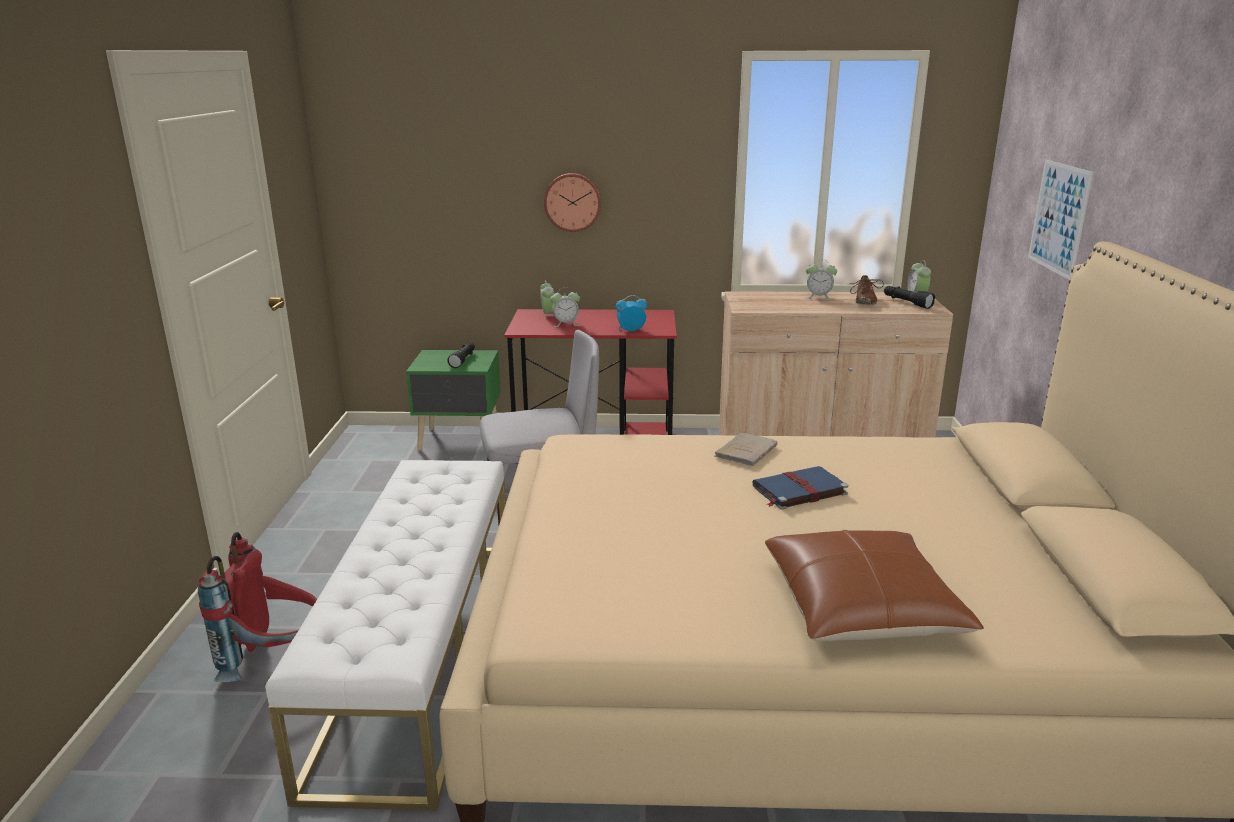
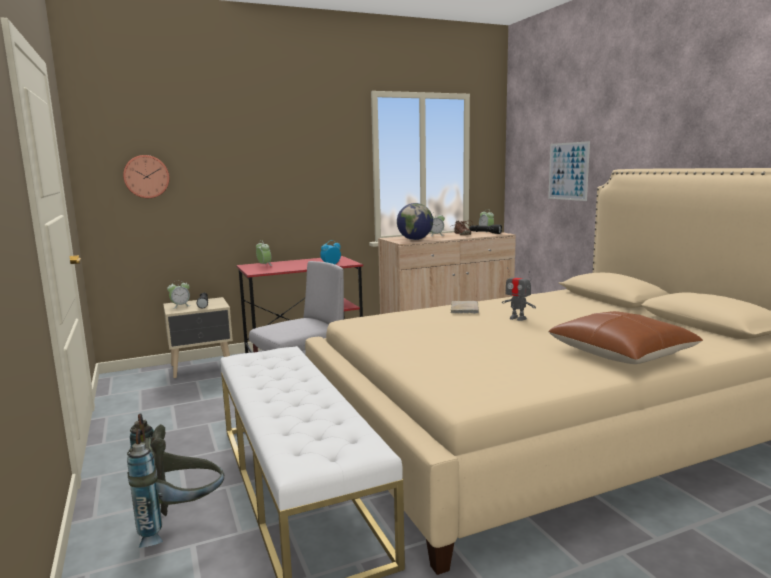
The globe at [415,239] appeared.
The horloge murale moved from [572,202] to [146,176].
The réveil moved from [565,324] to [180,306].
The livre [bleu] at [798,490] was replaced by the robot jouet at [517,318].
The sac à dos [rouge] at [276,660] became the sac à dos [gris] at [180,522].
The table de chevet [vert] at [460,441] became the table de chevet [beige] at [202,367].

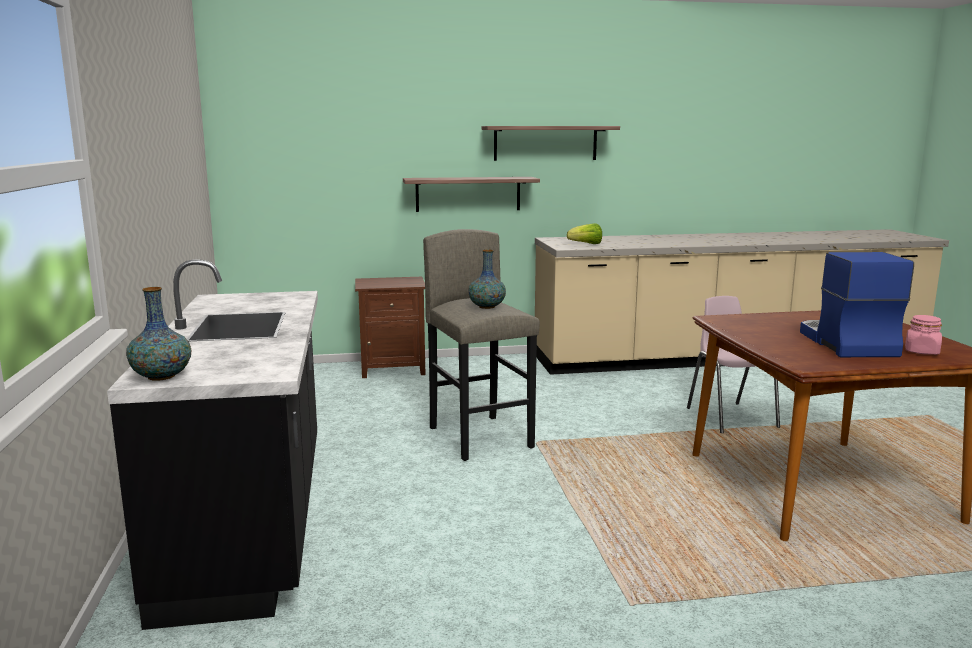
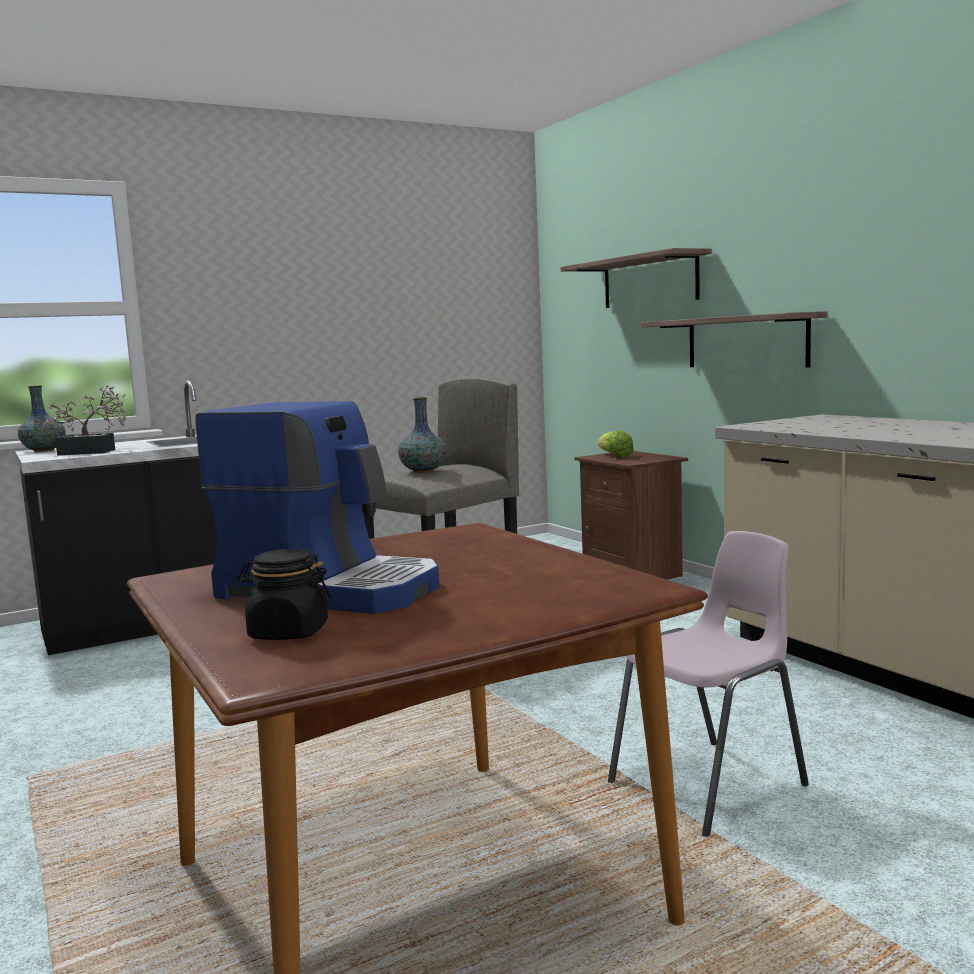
The plante en pot at [93,452] appeared.
The étagère moved from [545,143] to [649,281].
The laitue moved from [586,244] to [614,456].
The bocal [rose] at [921,352] became the bocal [noir] at [288,632].
The machine à café at [845,343] turned 45 degrees clockwise.

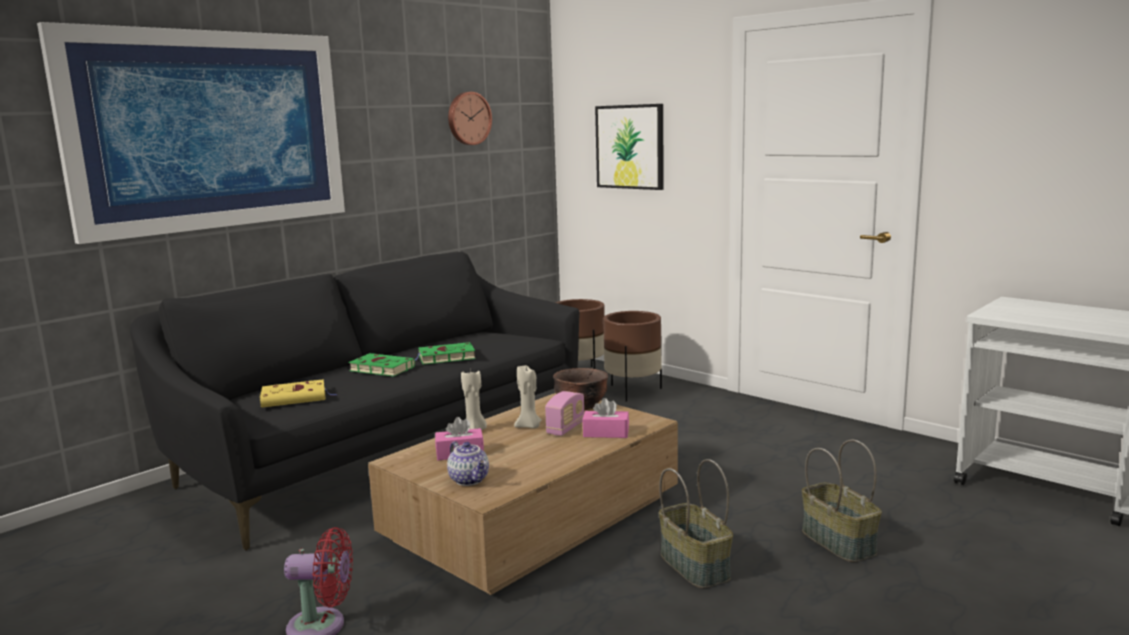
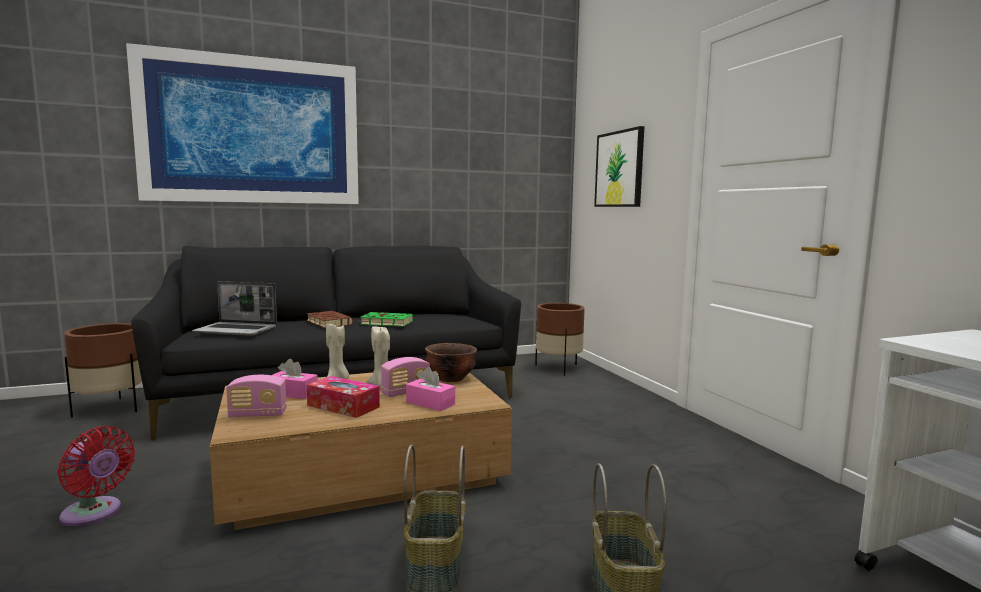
The horloge murale at [468,118] disappeared.
The boîte à mouchoirs at [343,406] appeared.
The cache-pot [marron] moved from [633,391] to [109,409].
The livre [jaune] at [296,398] was replaced by the ordinateur portable at [237,330].
The théière at [470,480] was replaced by the radio at [258,415].
The livre [vert] at [380,369] became the livre [marron] at [328,322].

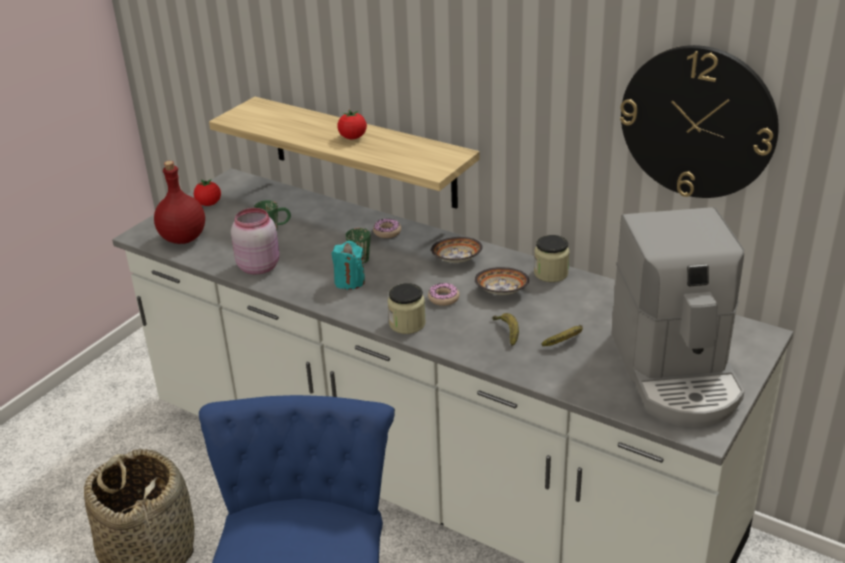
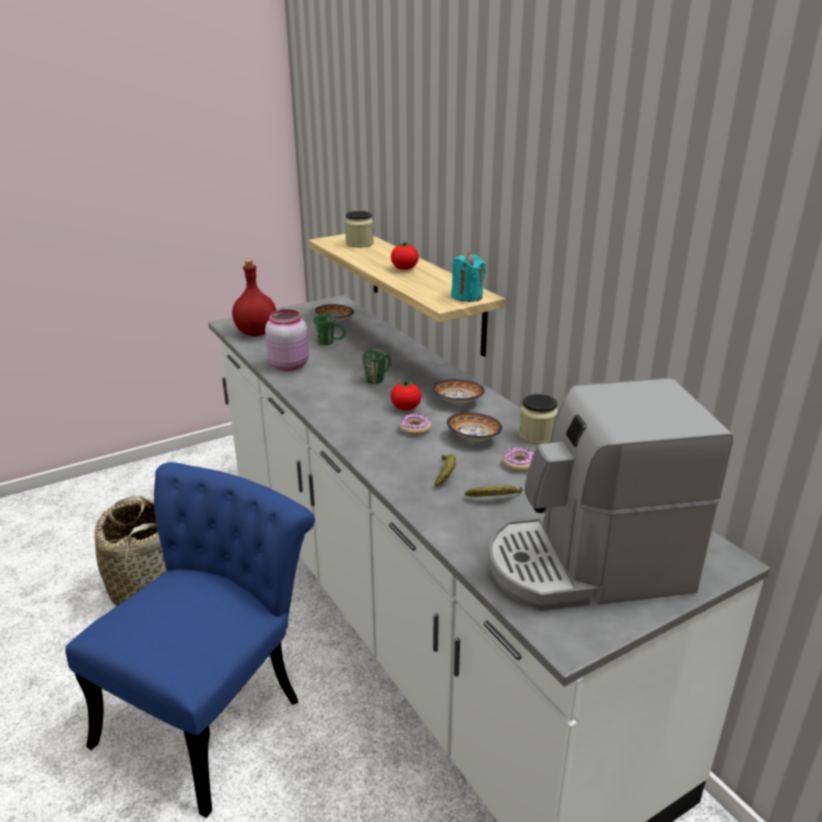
The horloge murale at [698,122] disappeared.
The bol at [335,322] appeared.
The tomate moved from [209,204] to [406,408].
The bougie [turquoise] moved from [349,281] to [467,297].
The beignet moved from [387,232] to [519,464].
The bocal moved from [407,324] to [359,243].
The machine à café at [676,373] turned 60 degrees clockwise.

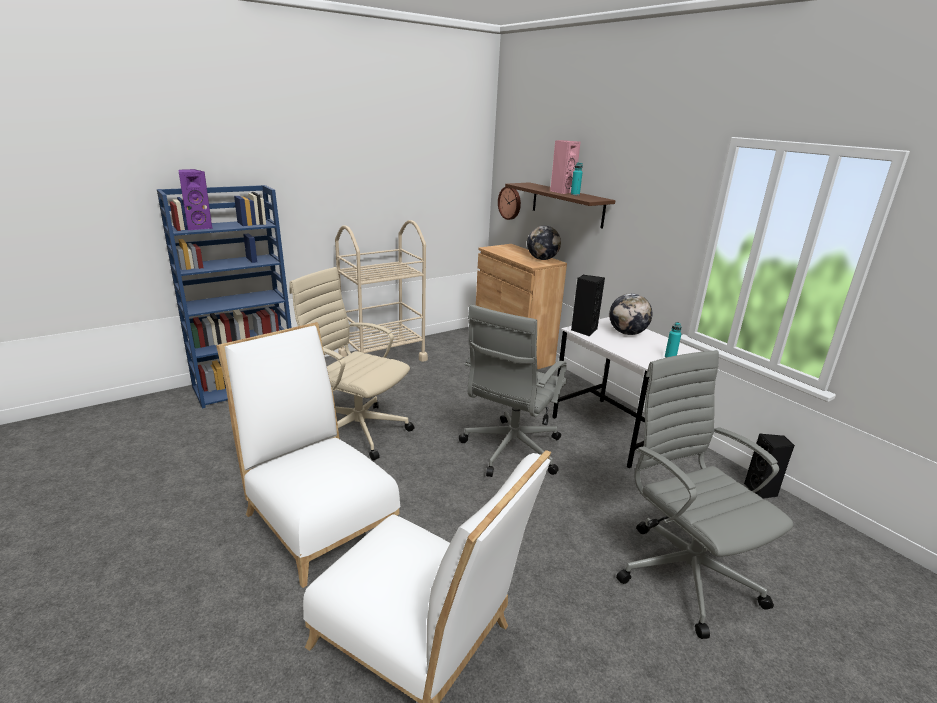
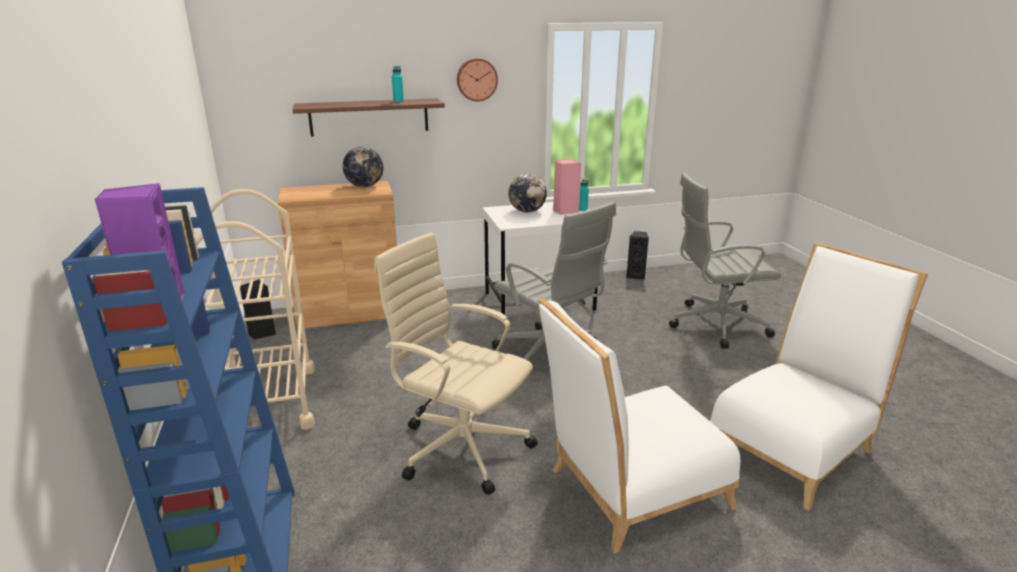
The horloge murale moved from [510,203] to [476,79].
The enceinte [rose] moved from [561,192] to [565,211].
The enceinte [noir] moved from [583,330] to [261,333].
The chaise de bureau [beige] at [356,430] turned 75 degrees clockwise.

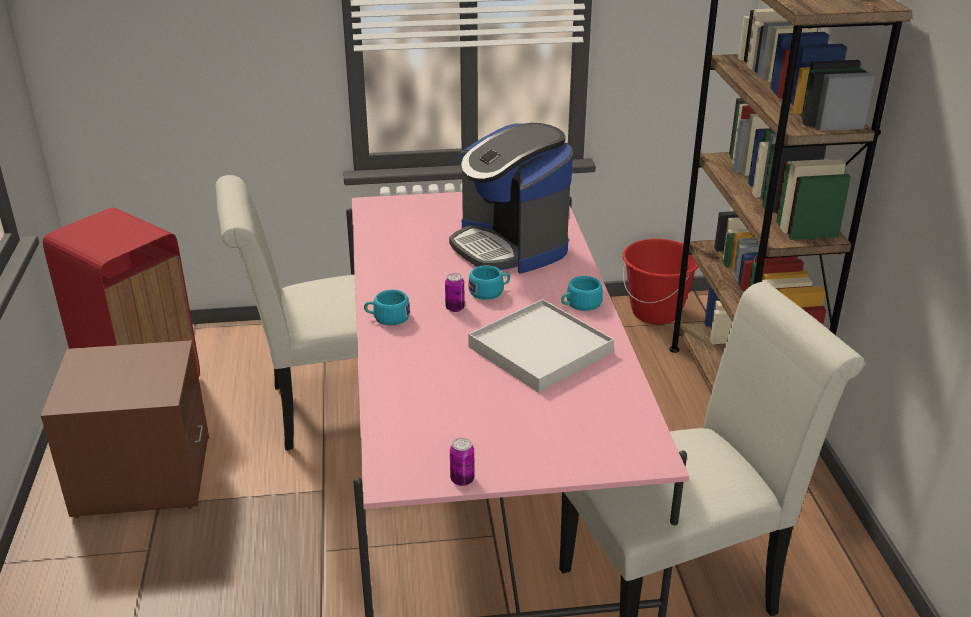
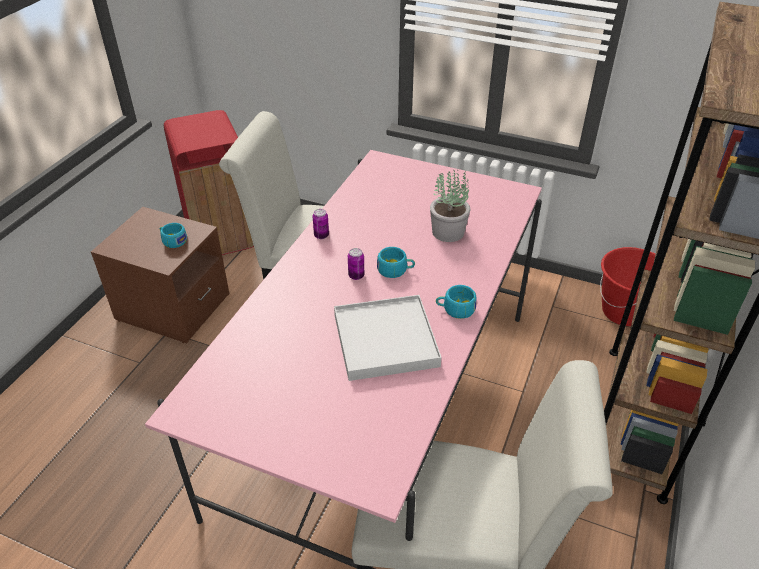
The tasse [turquoise] moved from [387,317] to [173,240].
The boîte métallique moved from [462,479] to [321,235].
The machine à café at [510,246] was replaced by the plante en pot at [448,232].

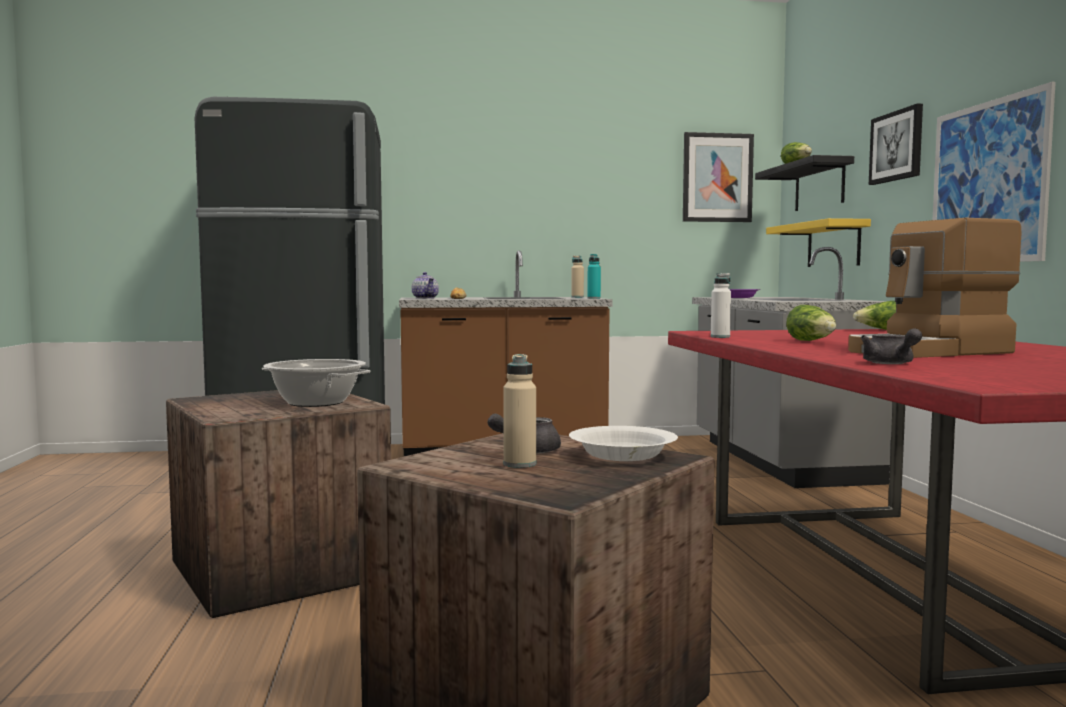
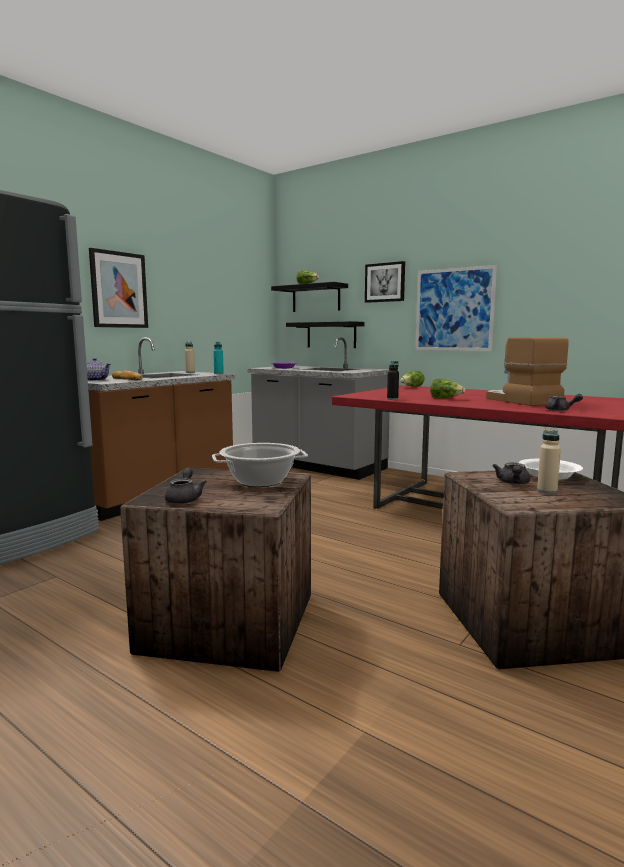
The théière [gris] at [184,499] appeared.
The tableau moved from [717,178] to [119,290].
The bouteille [blanc] at [720,337] became the bouteille [noir] at [392,399].
The étagère [jaune] at [833,245] became the étagère [noir] at [331,335].
The machine à café at [929,352] turned 135 degrees clockwise.

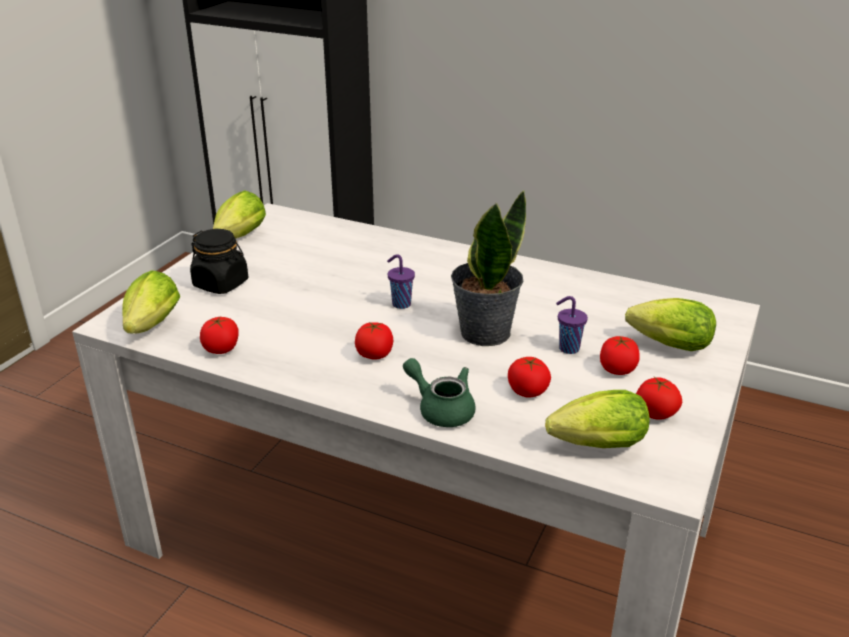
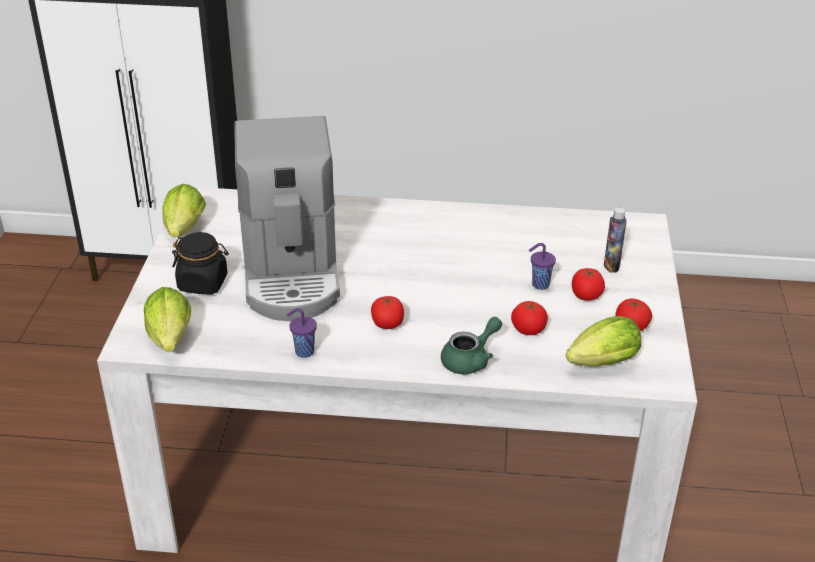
The tomate at [221,349] disappeared.
The plante en pot at [484,332] disappeared.
The machine à café at [291,273] appeared.
The tasse [violet] moved from [400,304] to [303,352].
The laitue at [665,344] was replaced by the bouteille at [611,265].
The théière [vert] at [441,409] turned 120 degrees clockwise.

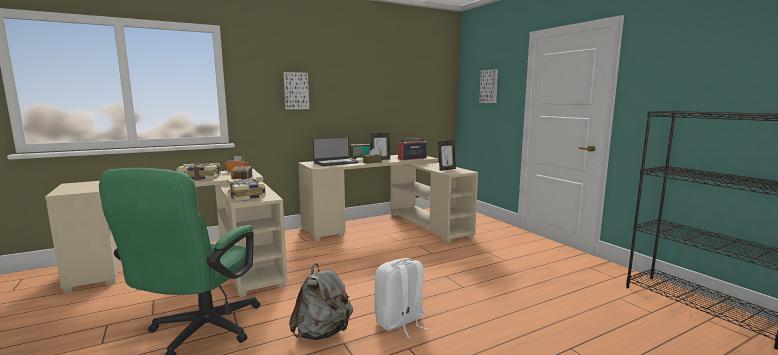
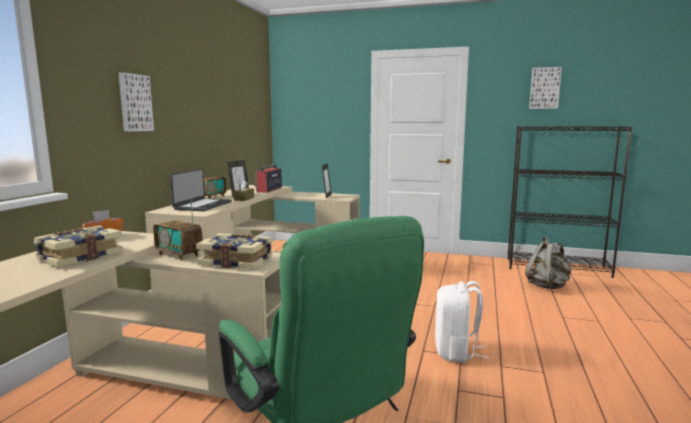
The sac à dos [gris] moved from [322,333] to [547,286].
The tableau moved from [489,86] to [544,88].

